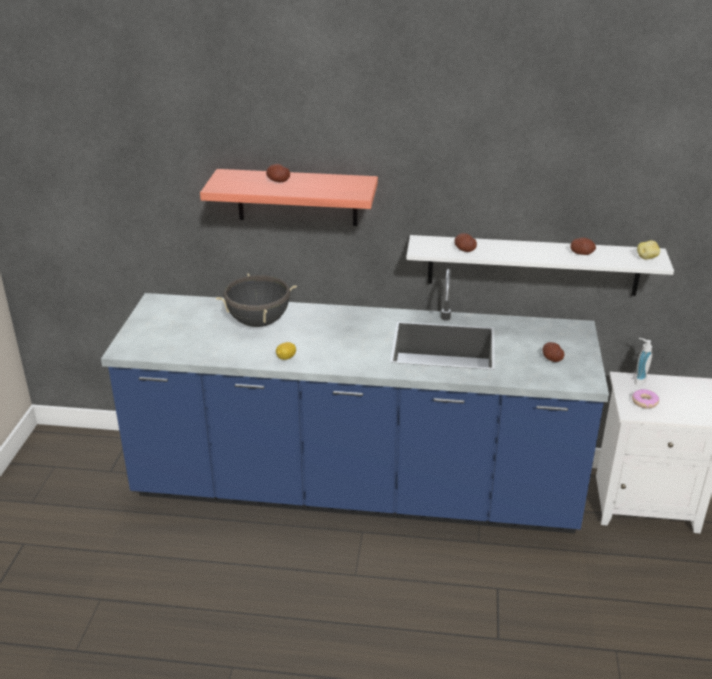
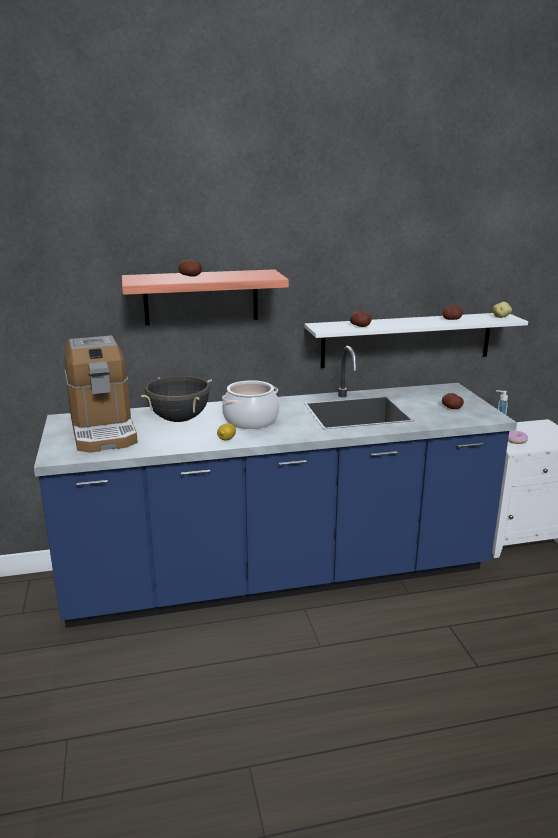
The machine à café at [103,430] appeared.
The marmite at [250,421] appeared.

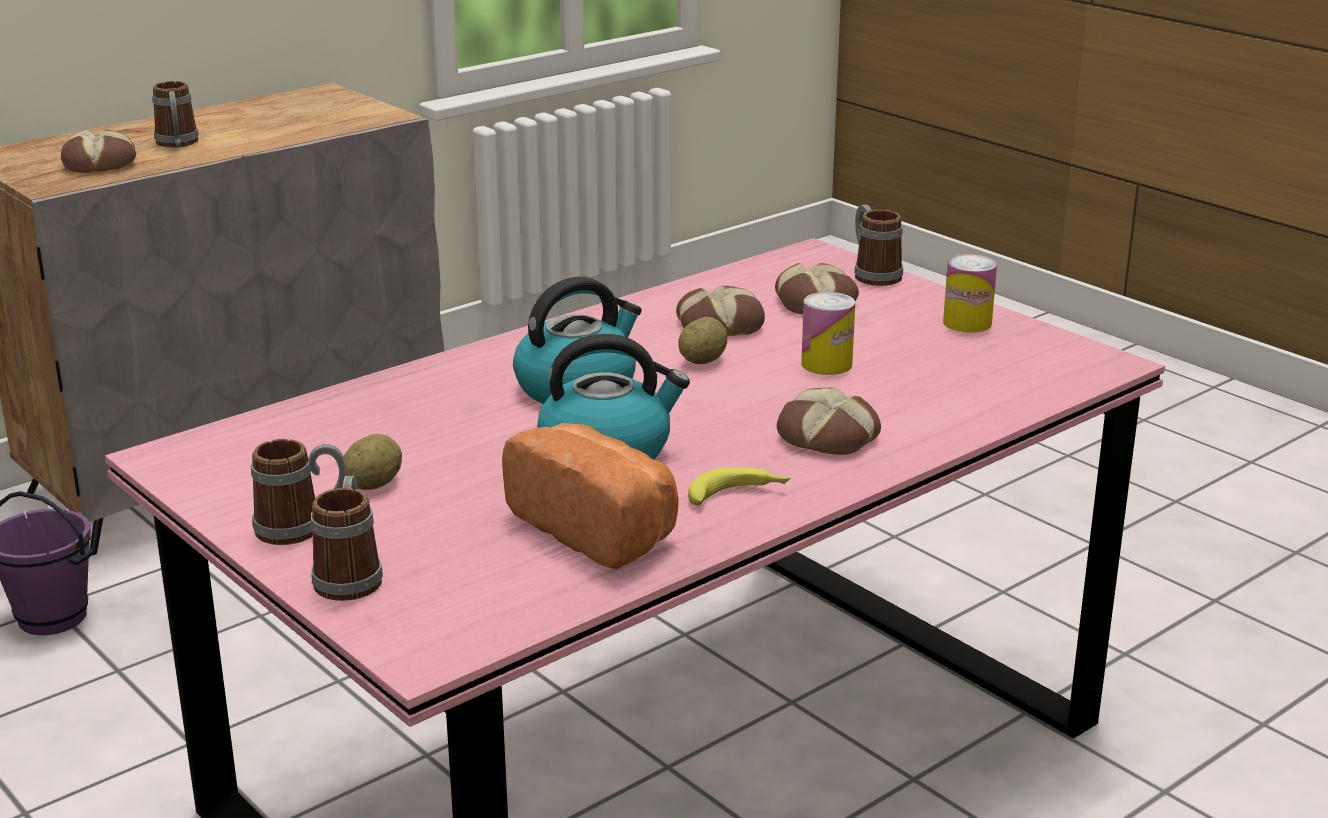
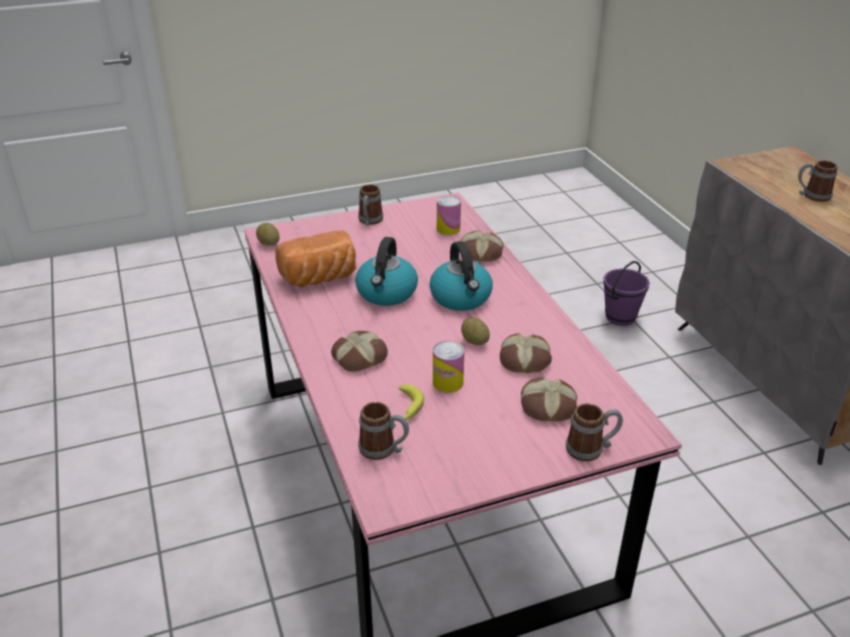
The pain moved from [101,163] to [480,253].
The mug moved from [350,576] to [384,449].
The pomme de terre moved from [374,484] to [269,243].
The banane moved from [738,495] to [407,408].
The boîte métallique moved from [967,323] to [448,229].

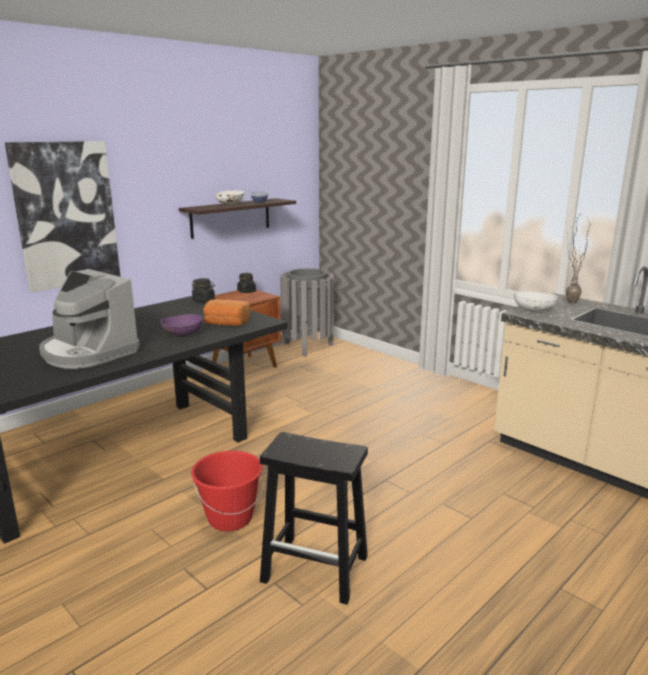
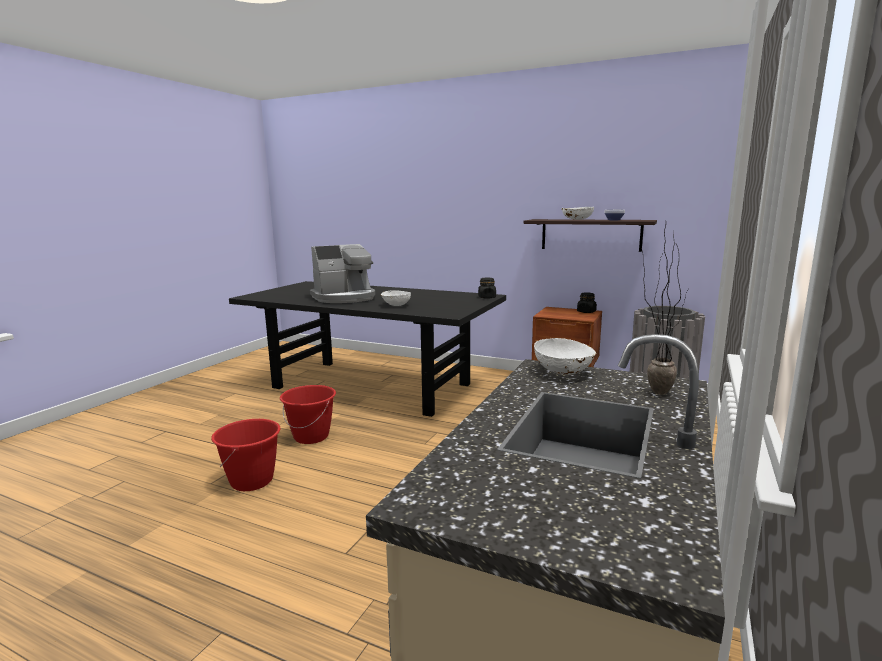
The tableau at [66,215] disappeared.
The pain at [226,324] disappeared.
The tabouret [noir] at [317,569] was replaced by the seau [rouge] at [252,481].
The bol [violet] at [182,335] became the bol [blanc] at [395,305].
The machine à café at [88,352] turned 135 degrees counterclockwise.

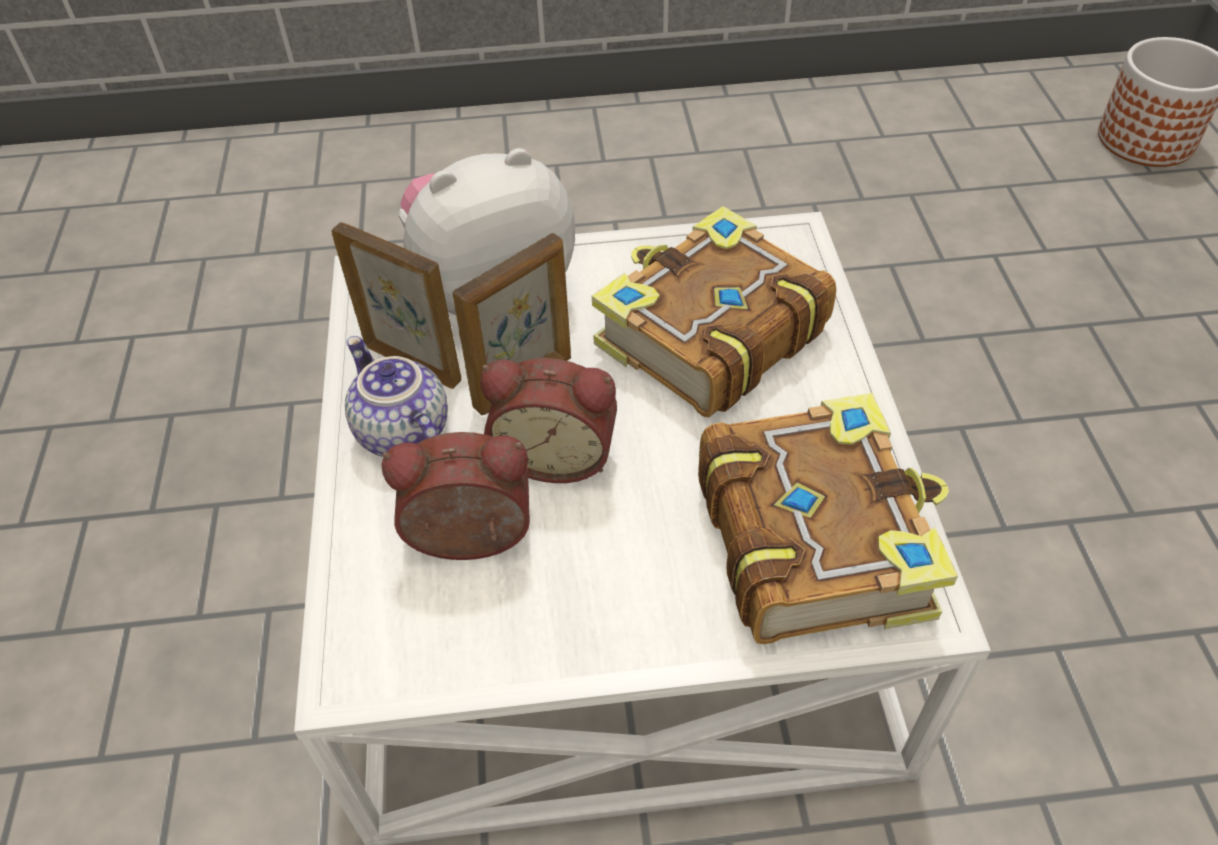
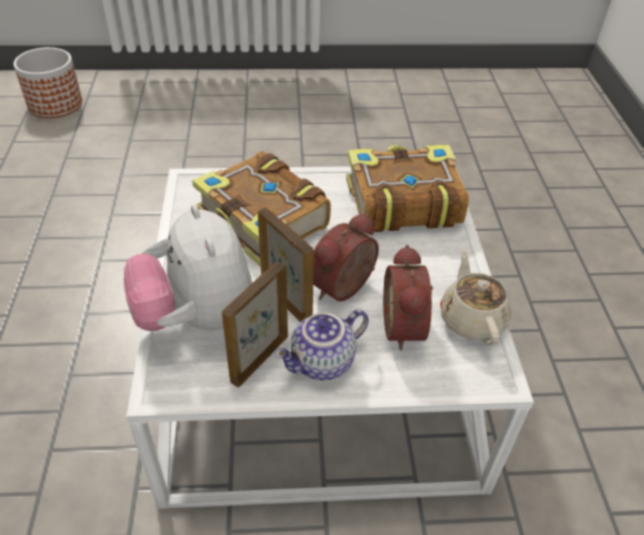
The théière [beige] at [471,319] appeared.
The réveil at [556,454] turned 150 degrees counterclockwise.

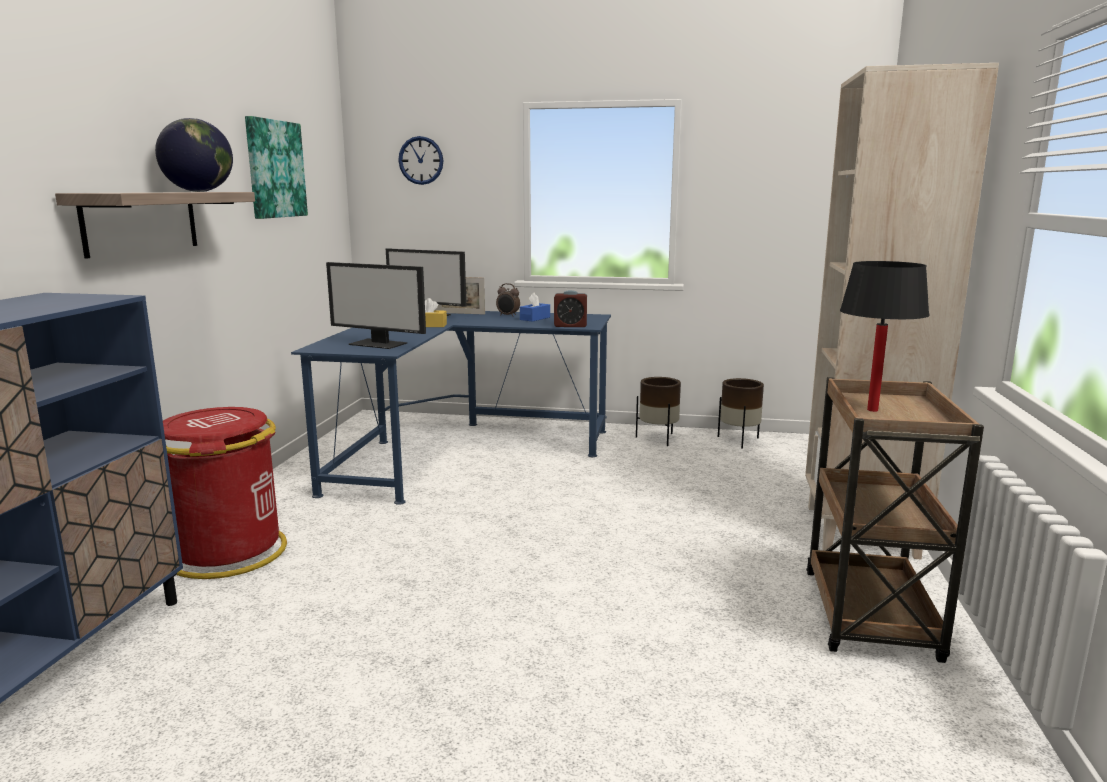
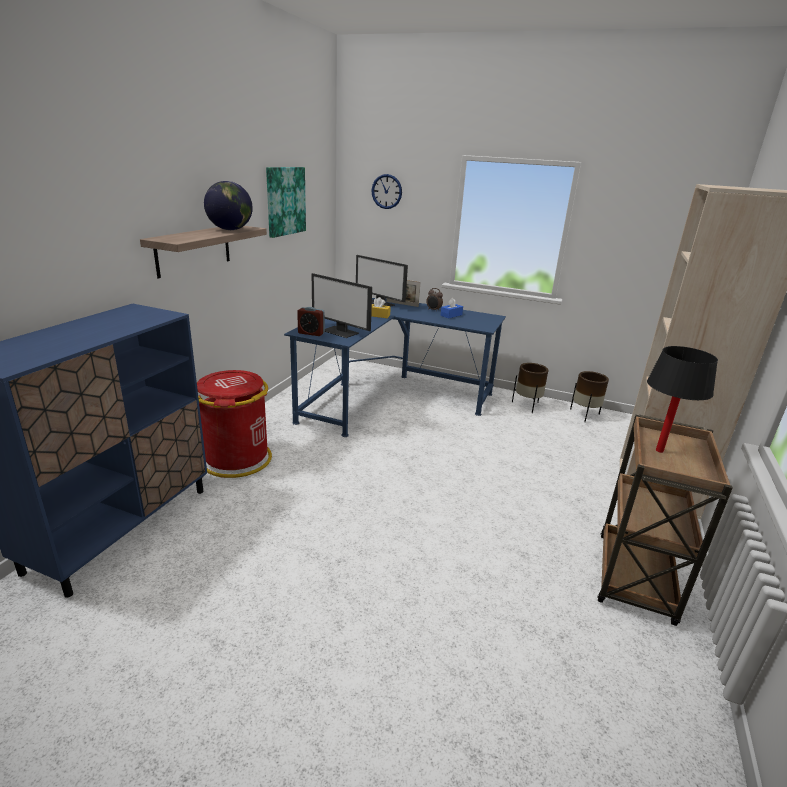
The réveil moved from [570,326] to [311,333].

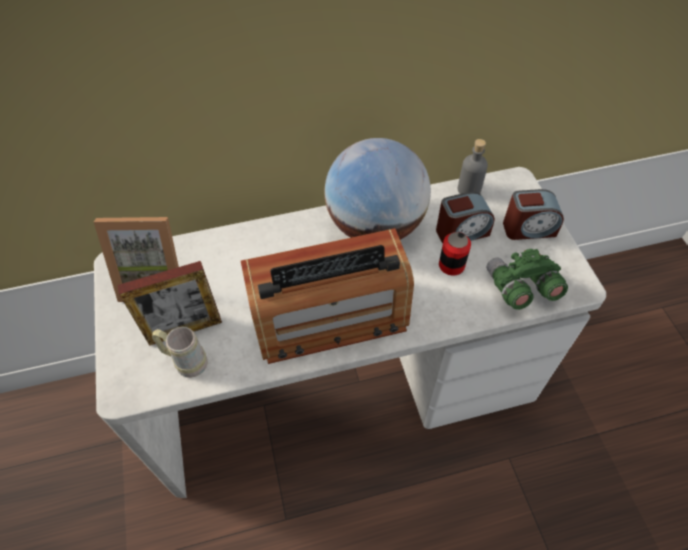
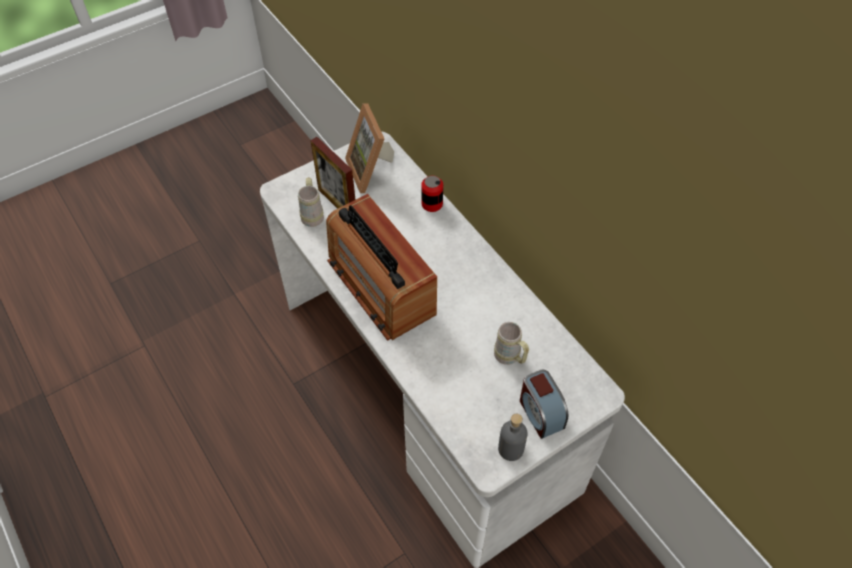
The globe at [375,225] disappeared.
The jumelles [vert] at [520,288] disappeared.
The boîte métallique moved from [451,265] to [432,204].
The bouteille [gris] moved from [469,190] to [510,449].
The réveil at [462,232] was replaced by the mug [beige] at [510,358].

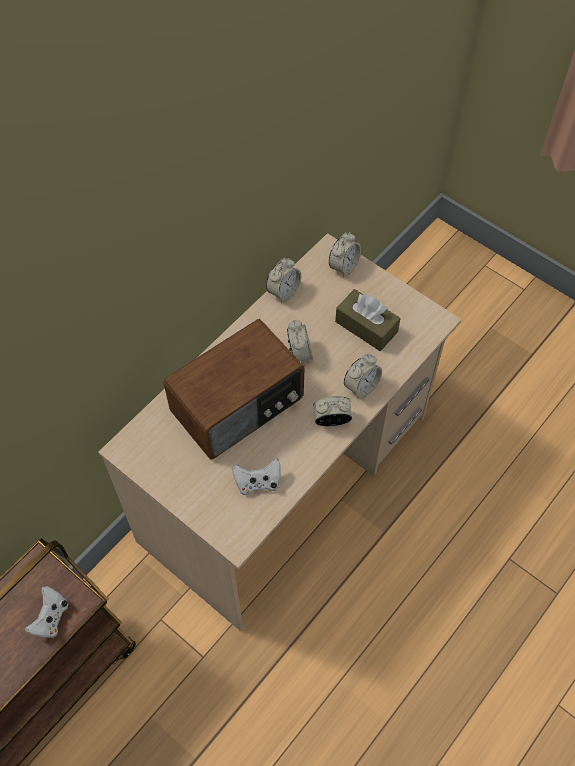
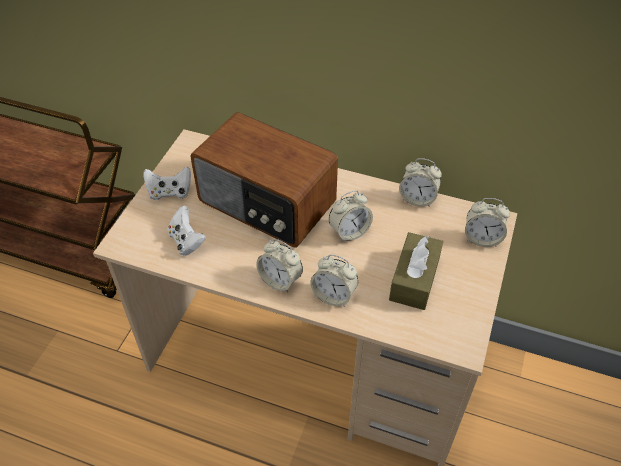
The manette [blanc] moved from [51,618] to [170,192].
The réveil at [331,420] turned 150 degrees clockwise.

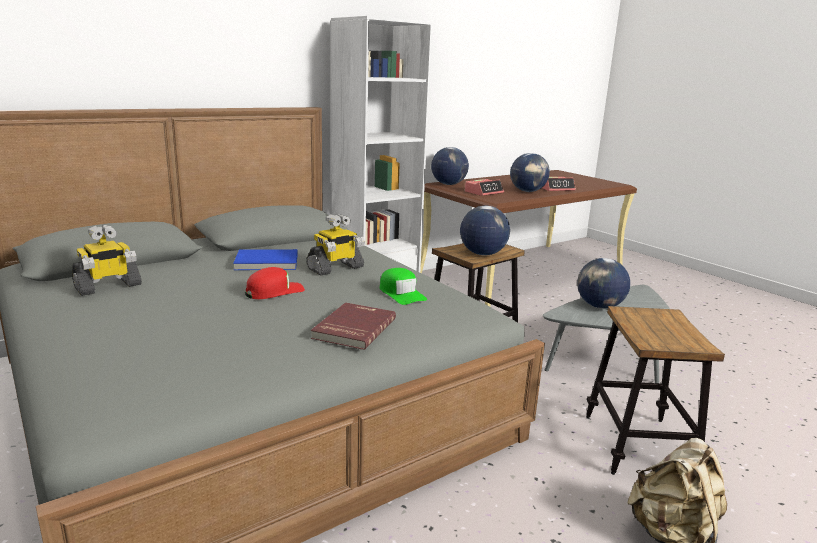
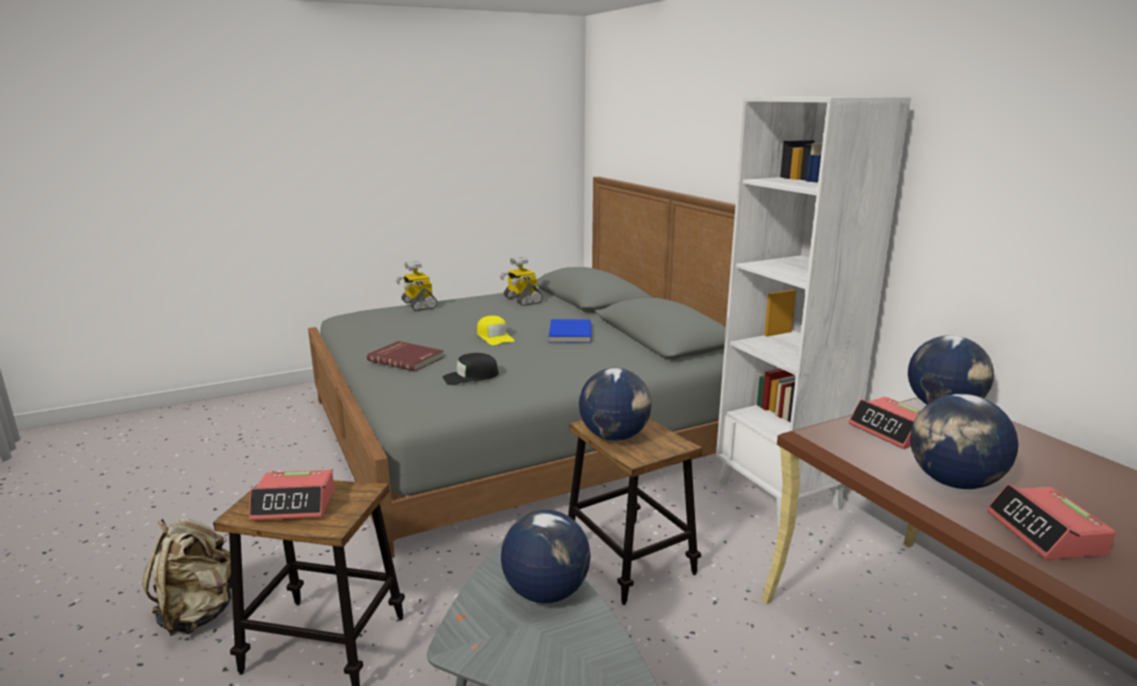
The réveil at [294,504] appeared.
The robot jouet moved from [335,268] to [418,305].
The casquette [rouge] at [274,291] became the casquette [jaune] at [494,337].
The casquette [vert] at [401,293] became the casquette [noir] at [471,377].

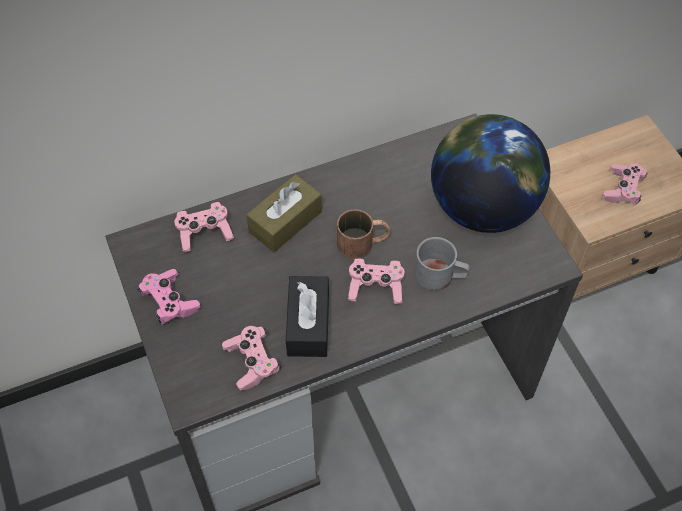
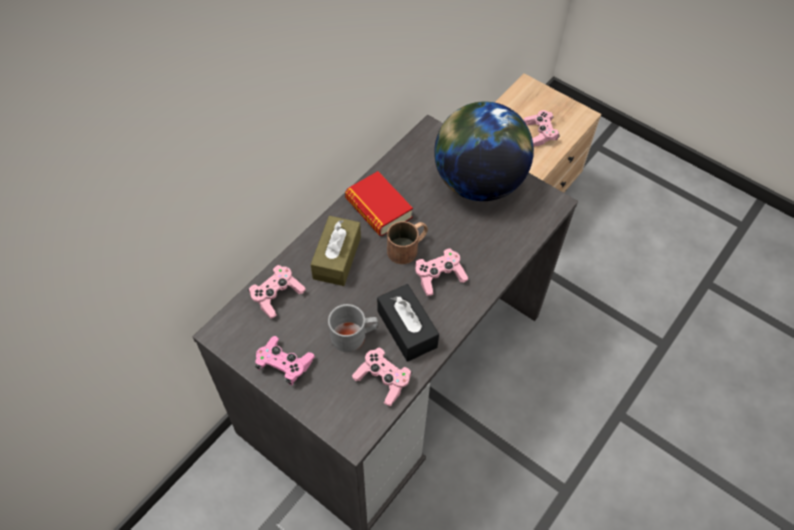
The livre at [378,208] appeared.
The mug [gris] moved from [440,276] to [354,336].

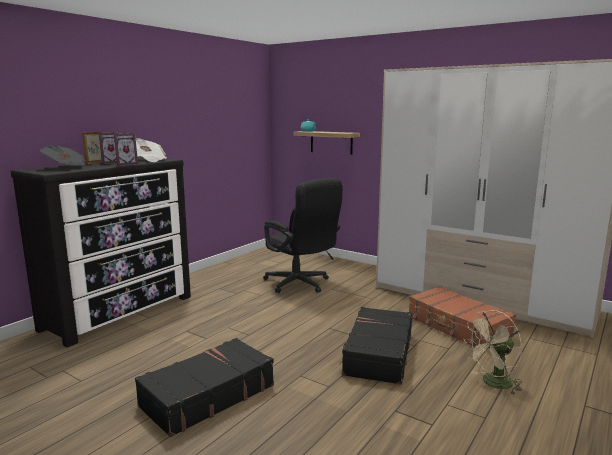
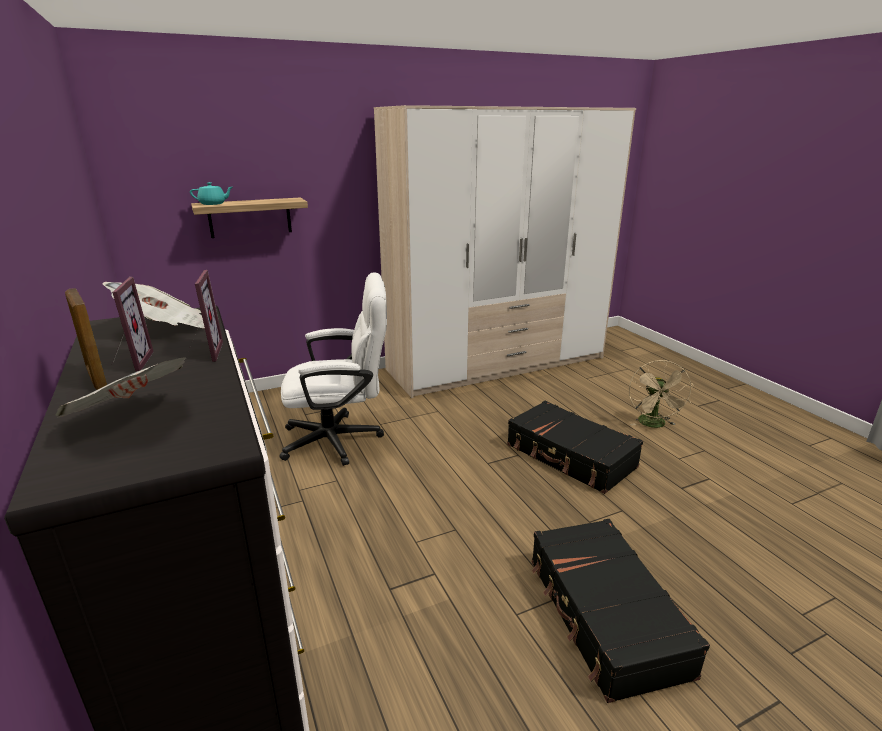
The valise [marron] at [458,327] disappeared.
The chaise de bureau [noir] at [301,284] became the chaise de bureau [blanc] at [341,439].

